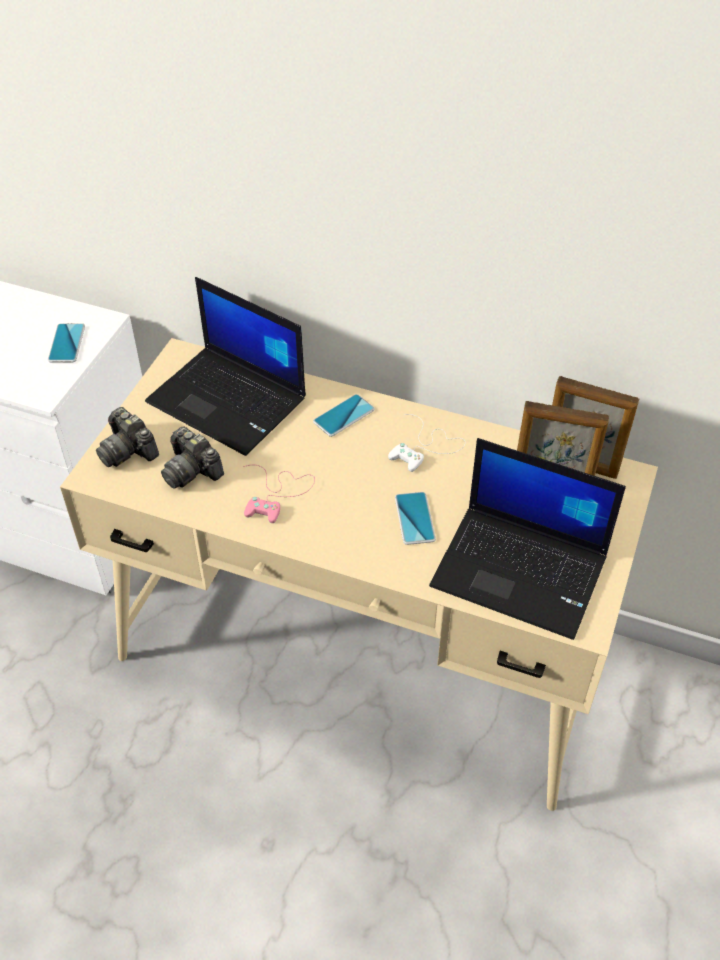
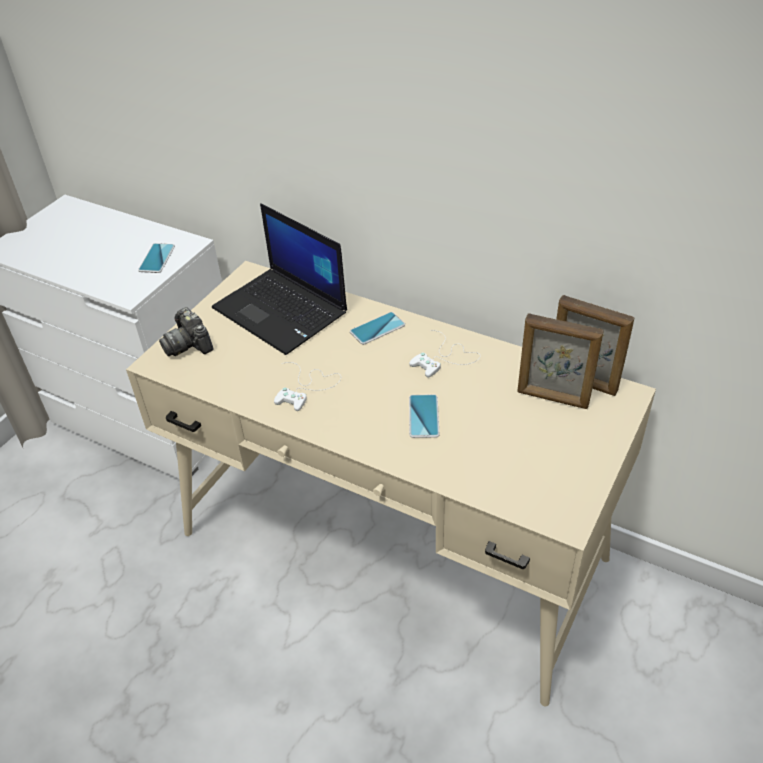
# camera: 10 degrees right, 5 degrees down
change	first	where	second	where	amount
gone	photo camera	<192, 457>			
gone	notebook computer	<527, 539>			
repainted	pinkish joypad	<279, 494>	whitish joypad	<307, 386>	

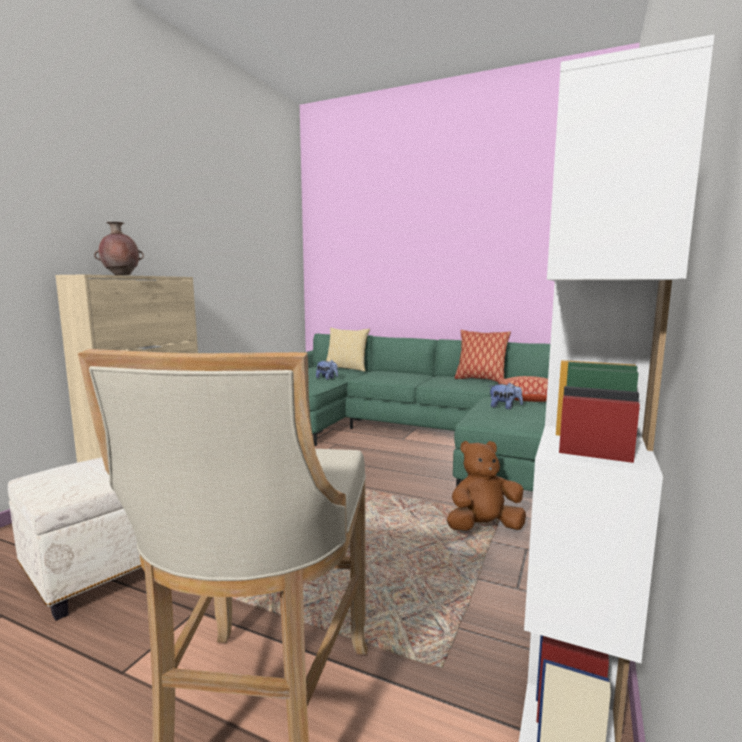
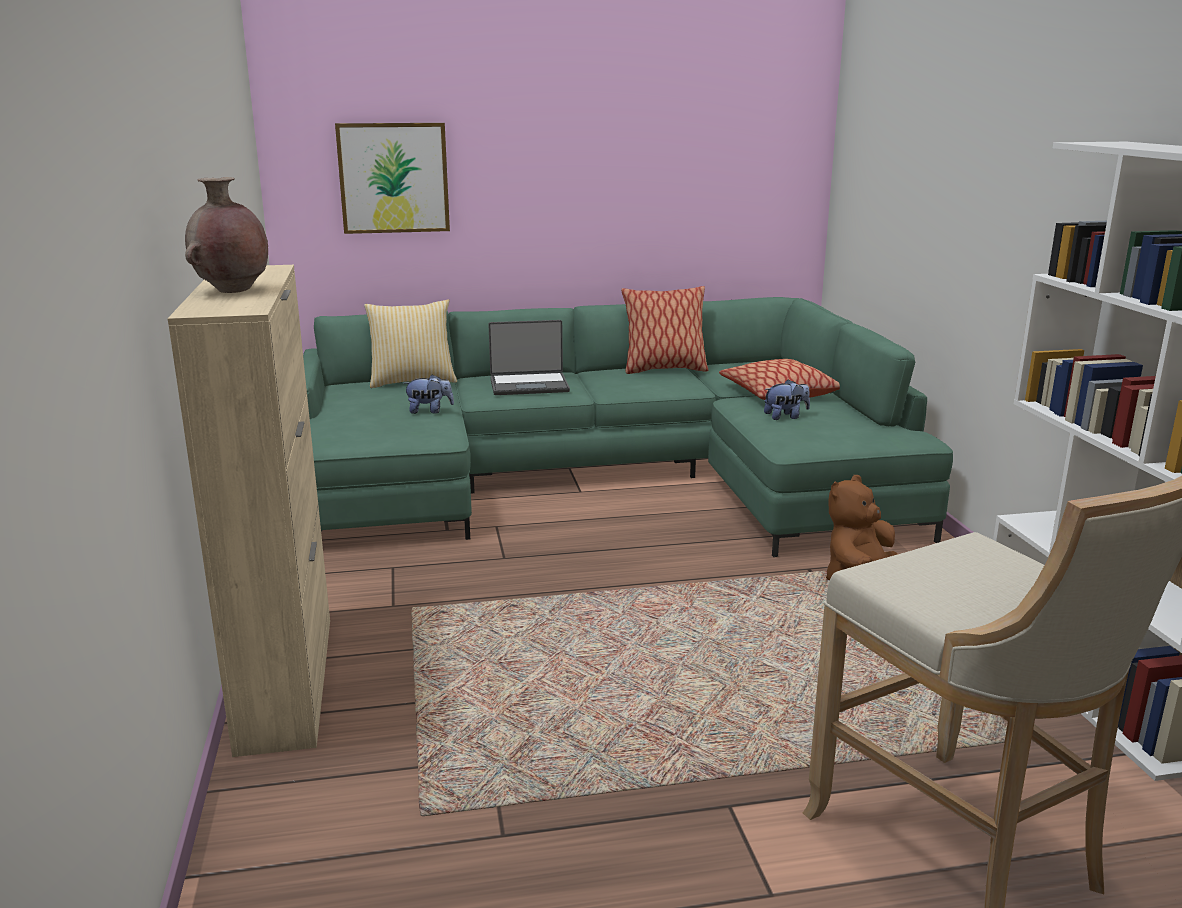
# camera: 35 degrees left, 10 degrees up
change	first	where	second	where	amount
gone	whitish pouffe	<75, 539>			
new			wall art	<392, 178>	
new			notebook computer	<529, 357>	

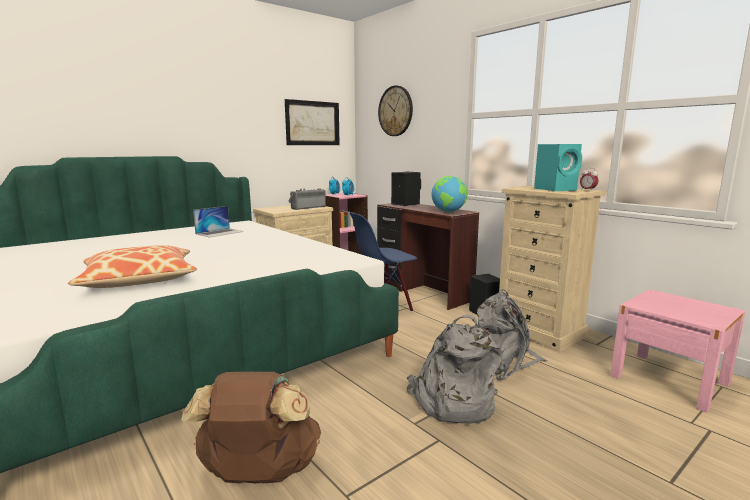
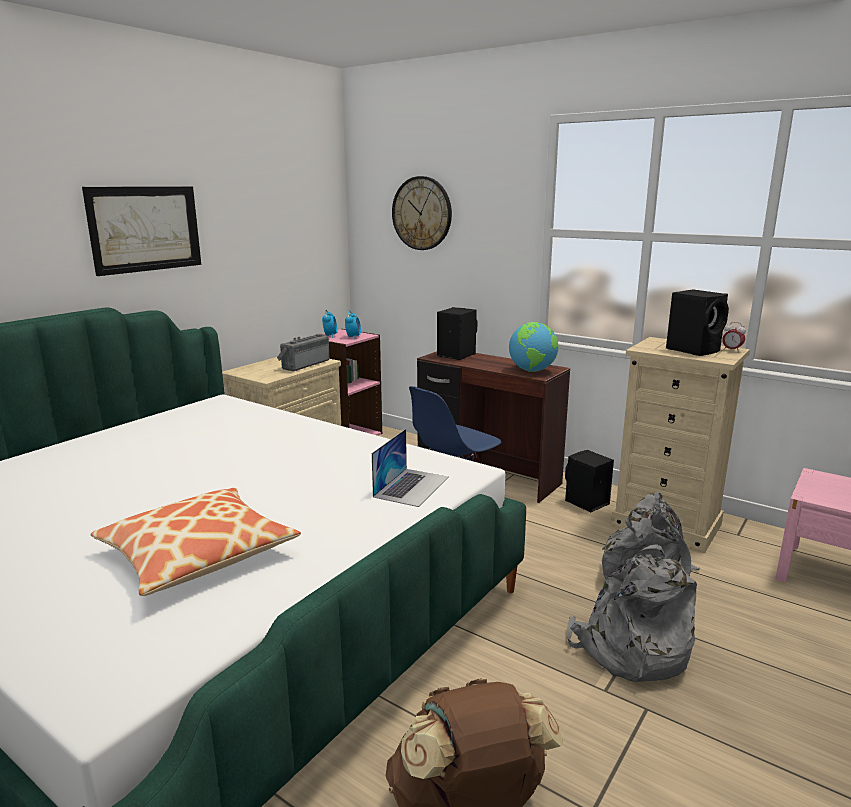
# camera: 15 degrees left, 5 degrees up
change	first	where	second	where	amount
shifted	wall art	<312, 122>		<141, 231>	
repainted	turquoise-coloured audio speaker	<558, 167>	blackish audio speaker	<697, 322>	
shifted	notebook computer	<218, 222>		<410, 468>	

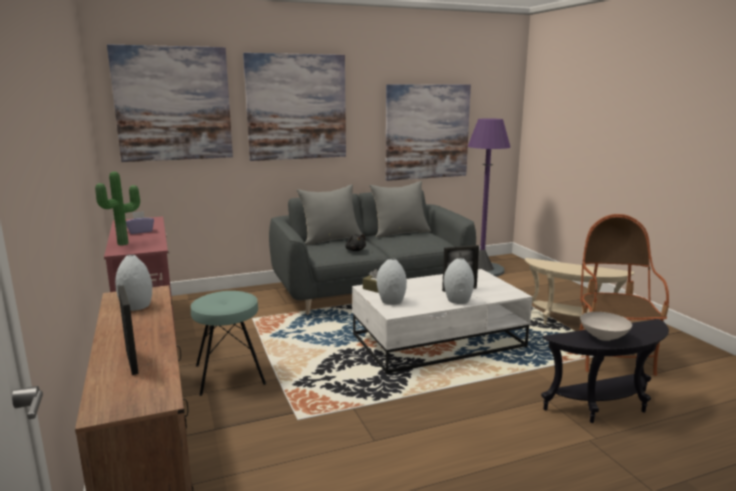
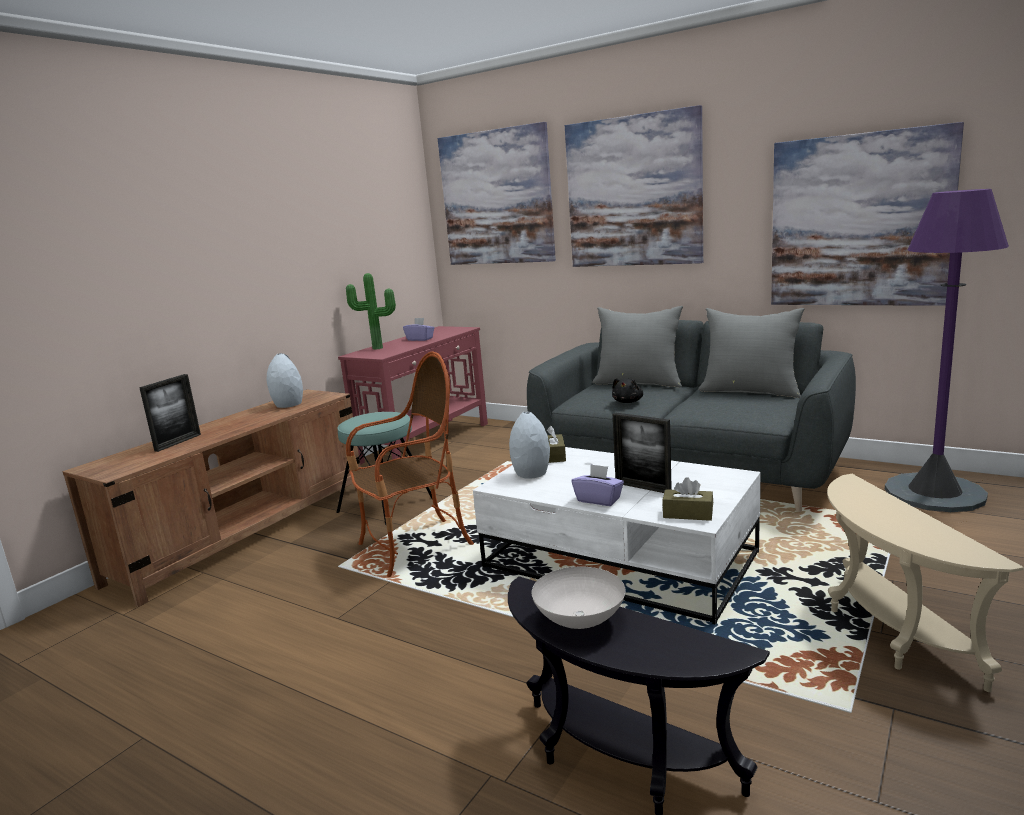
# camera: 55 degrees right, 0 degrees up
change	first	where	second	where	amount
shifted	lounge chair	<624, 295>		<410, 464>	
swapped	gray vase	<459, 281>	purplish box of tissues	<598, 485>	
new			brown-coloured box of tissues	<687, 499>	

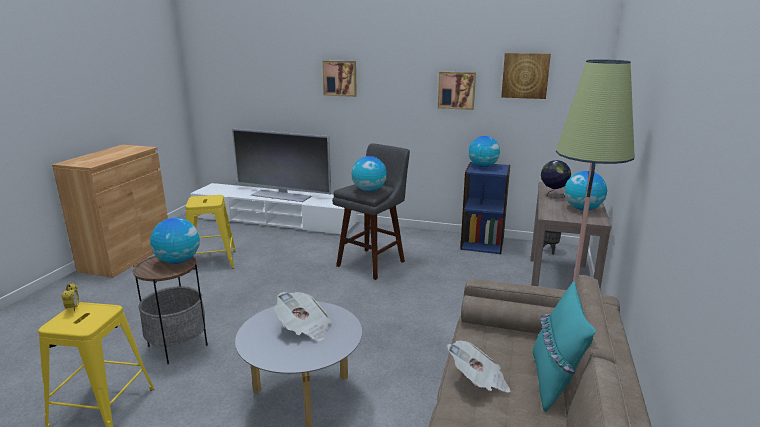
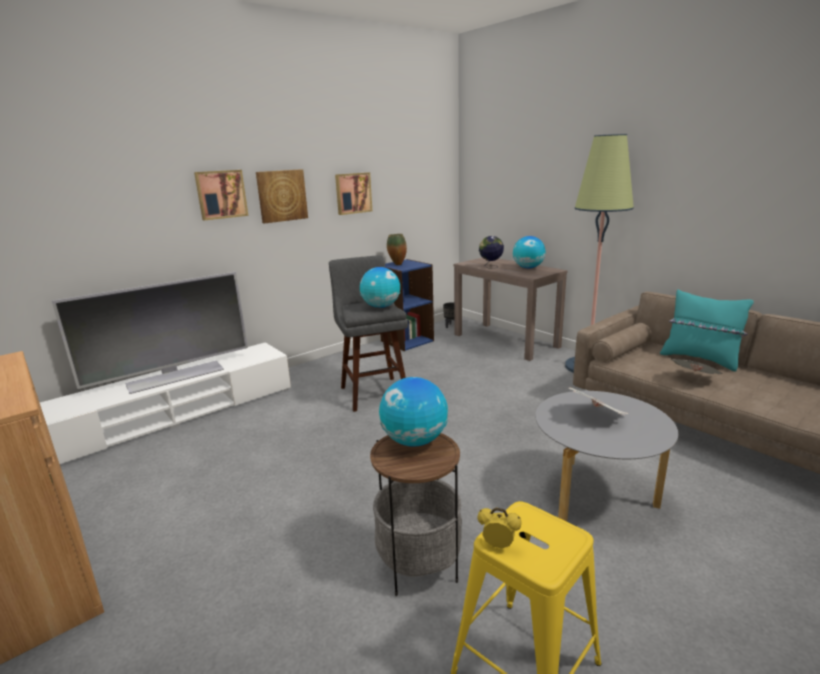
# camera: 55 degrees left, 0 degrees up
change	first	where	second	where	amount
shifted	wall art	<526, 76>		<282, 196>	
swapped	globe	<484, 151>	vase	<397, 249>	
gone	yellowish stool	<211, 234>			

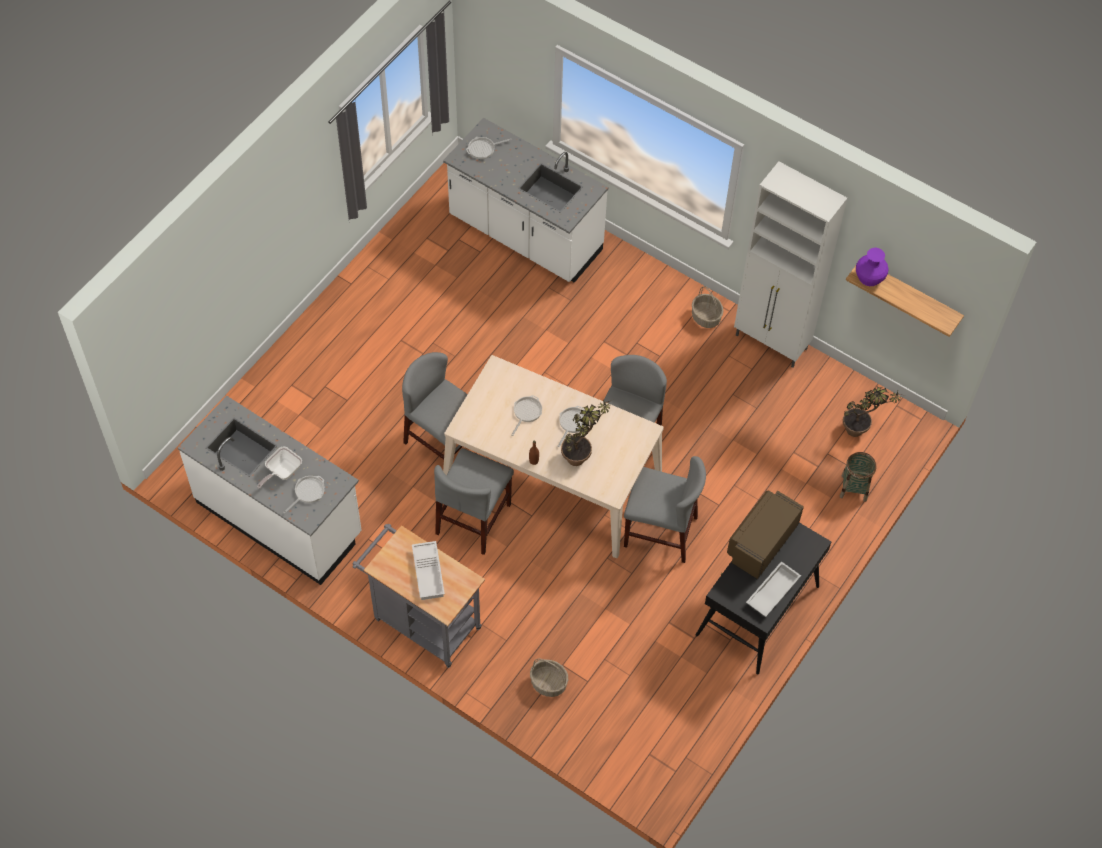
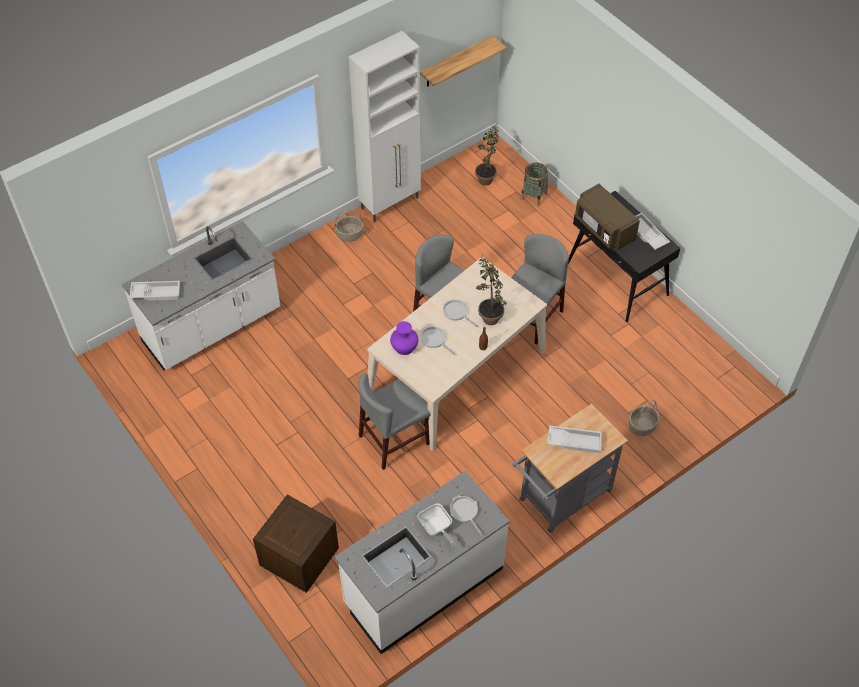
# camera: 70 degrees left, 5 degrees down
change	first	where	second	where	amount
swapped	skillet	<489, 148>	whitish serving tray	<154, 291>	
shifted	purplish vase	<872, 267>		<404, 338>	
gone	gray upright chair	<474, 501>			
new			crate	<296, 544>	

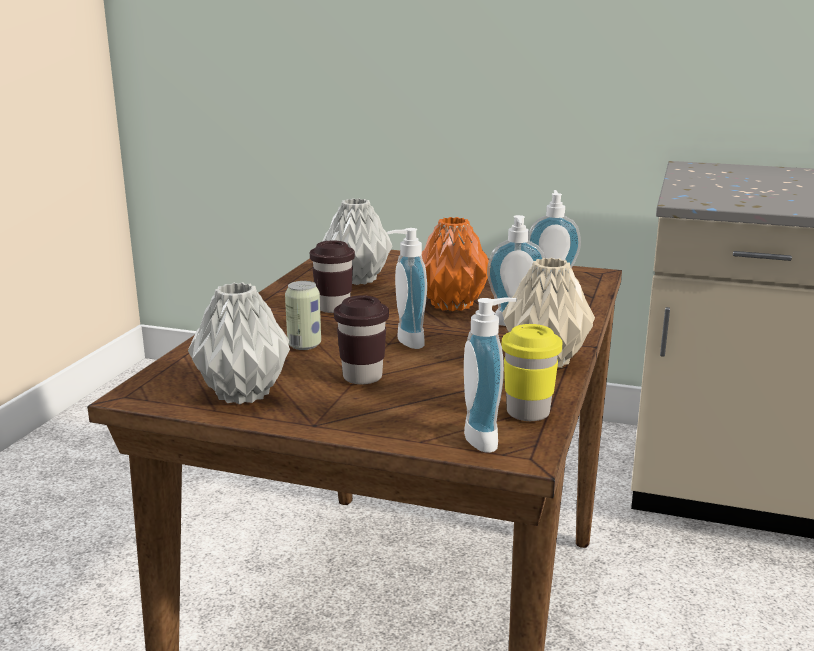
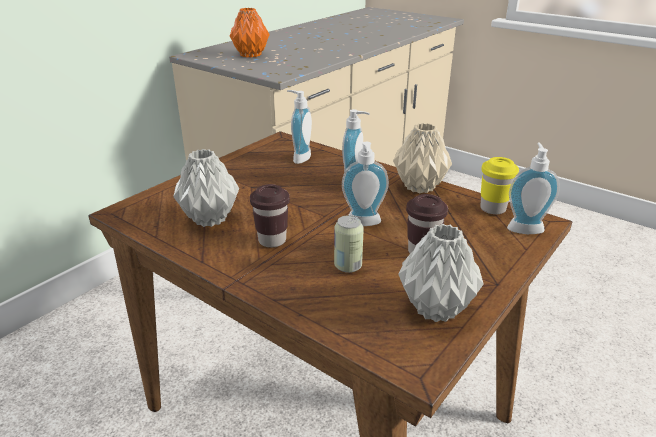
# camera: 70 degrees left, 10 degrees up
change	first	where	second	where	amount
shifted	orange-coloured vase	<455, 264>		<250, 33>	

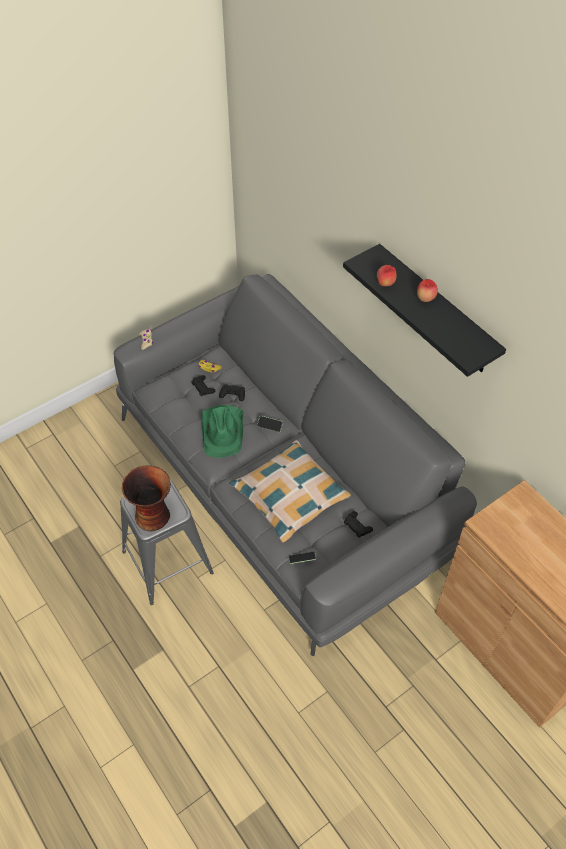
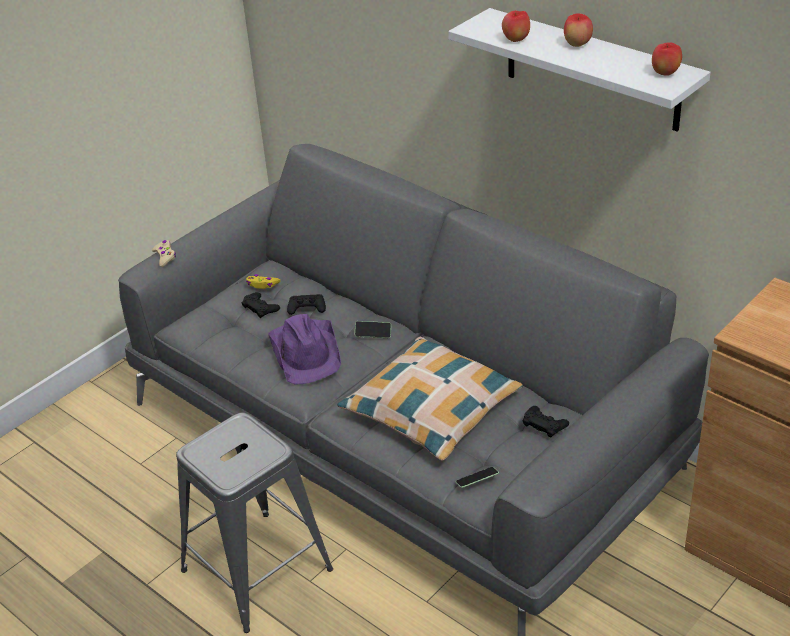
# camera: 10 degrees left, 15 degrees down
change	first	where	second	where	amount
repainted	blackish bracket shelf	<424, 310>	whitish bracket shelf	<579, 70>	
repainted	greenish wearable hat	<222, 431>	purplish wearable hat	<304, 349>	
gone	vase	<146, 498>			
new			apple fruit	<667, 58>	

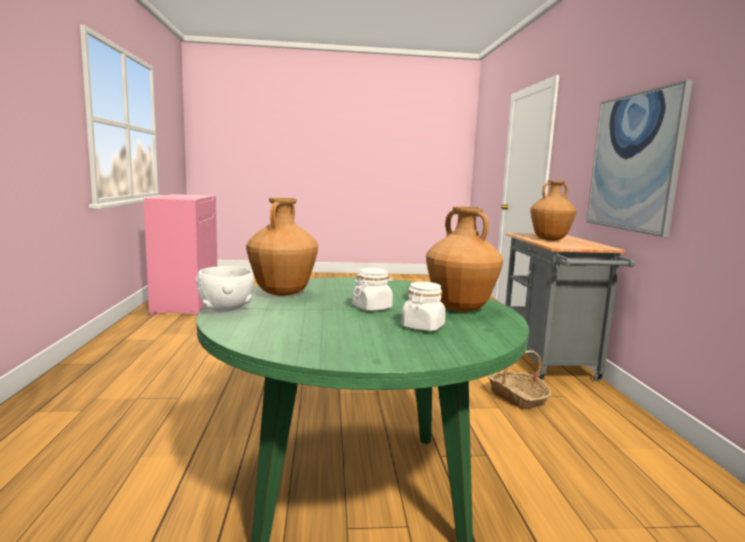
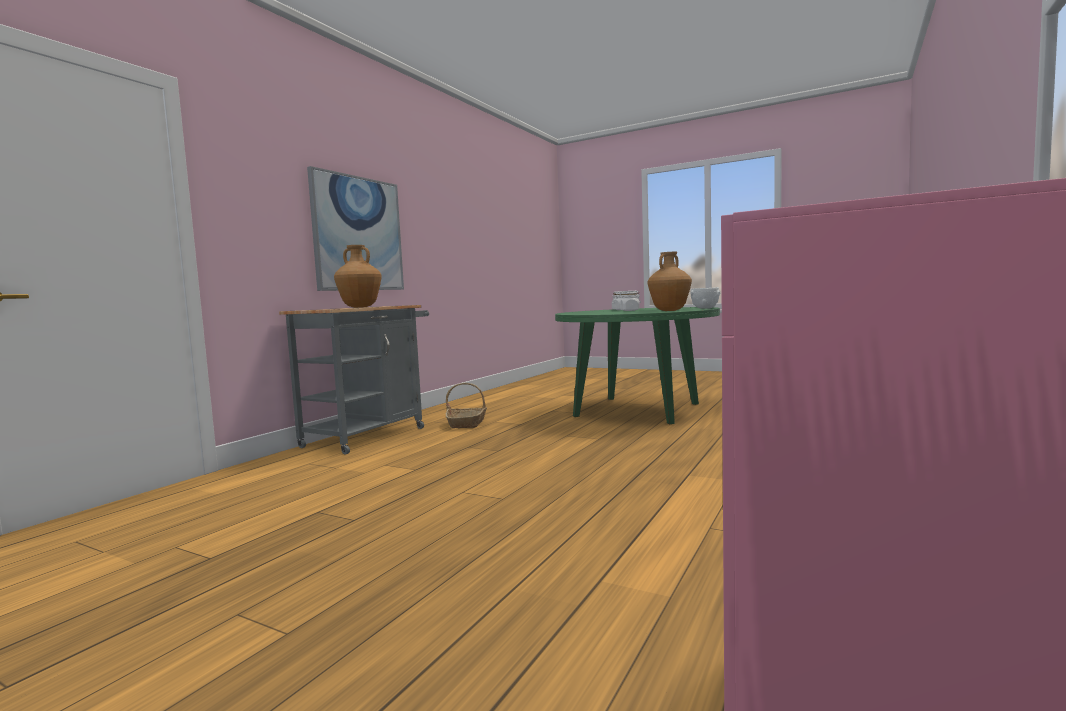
# camera: 145 degrees left, 5 degrees down
change	first	where	second	where	amount
gone	brown-coloured vase	<464, 259>			

